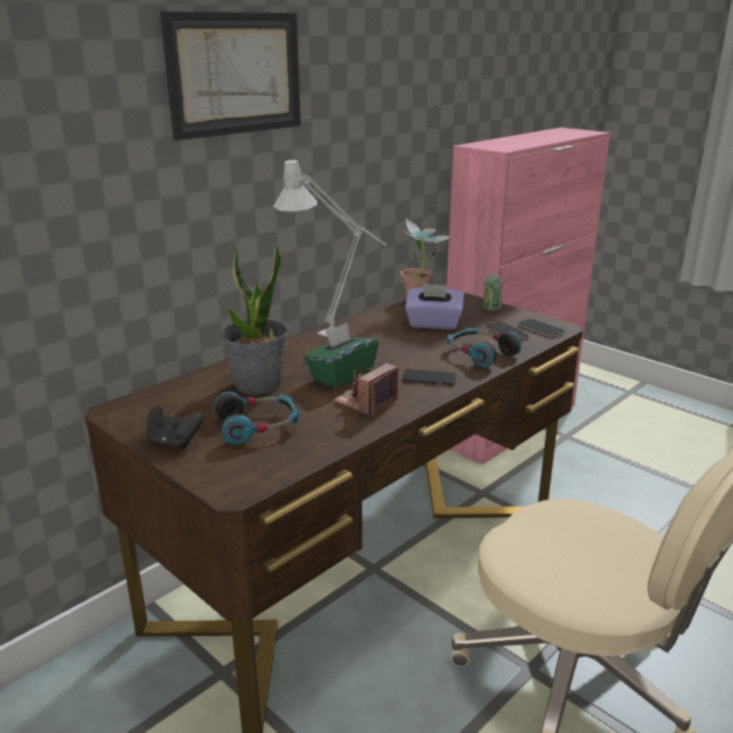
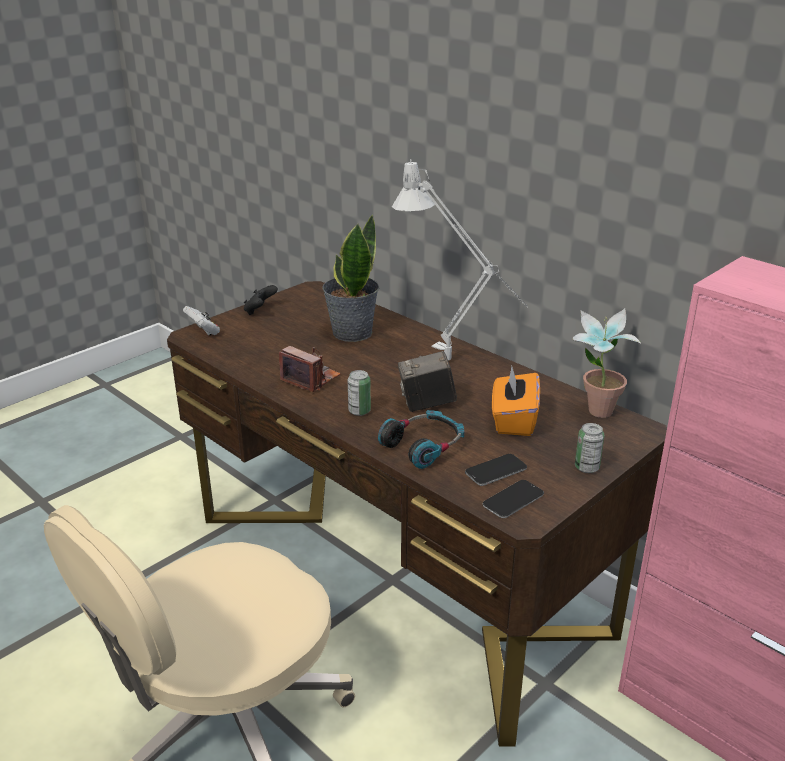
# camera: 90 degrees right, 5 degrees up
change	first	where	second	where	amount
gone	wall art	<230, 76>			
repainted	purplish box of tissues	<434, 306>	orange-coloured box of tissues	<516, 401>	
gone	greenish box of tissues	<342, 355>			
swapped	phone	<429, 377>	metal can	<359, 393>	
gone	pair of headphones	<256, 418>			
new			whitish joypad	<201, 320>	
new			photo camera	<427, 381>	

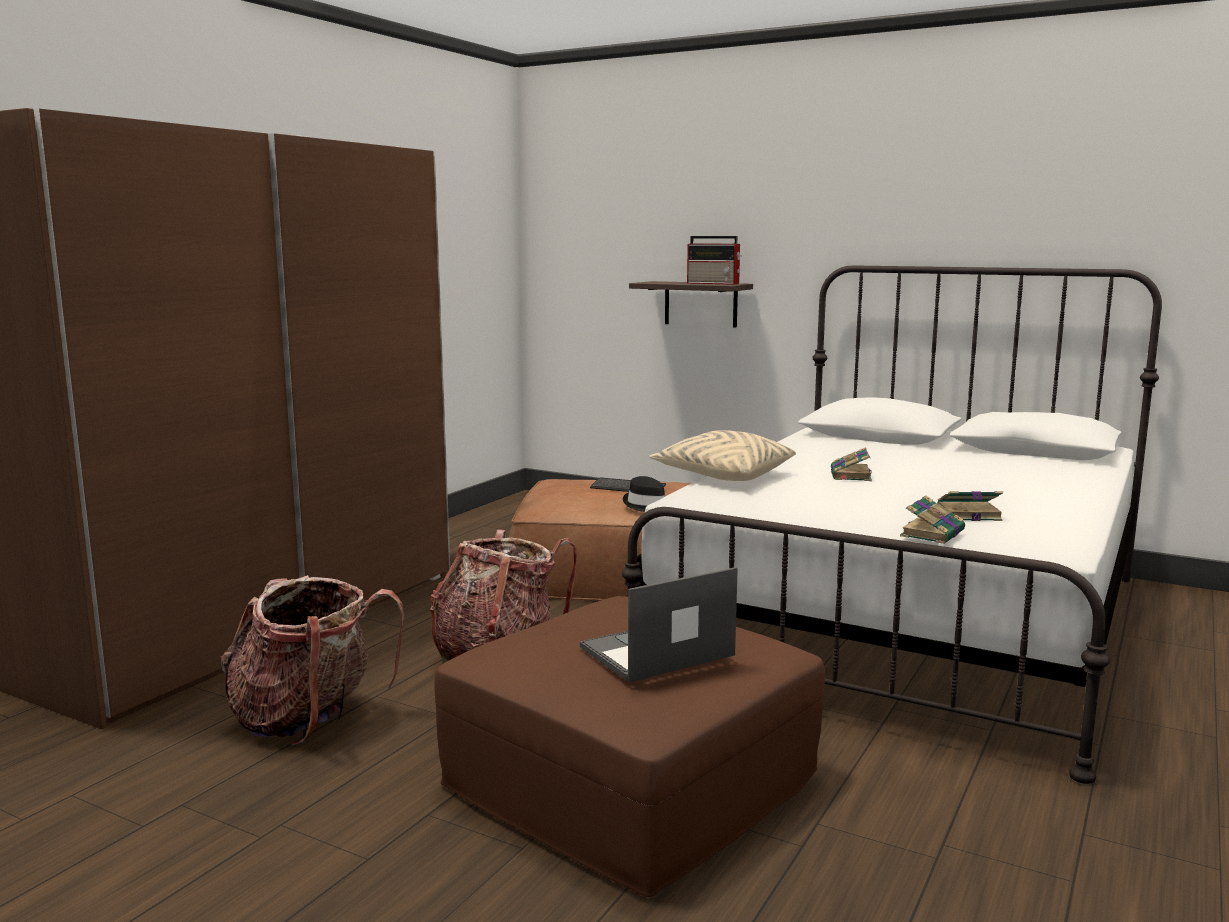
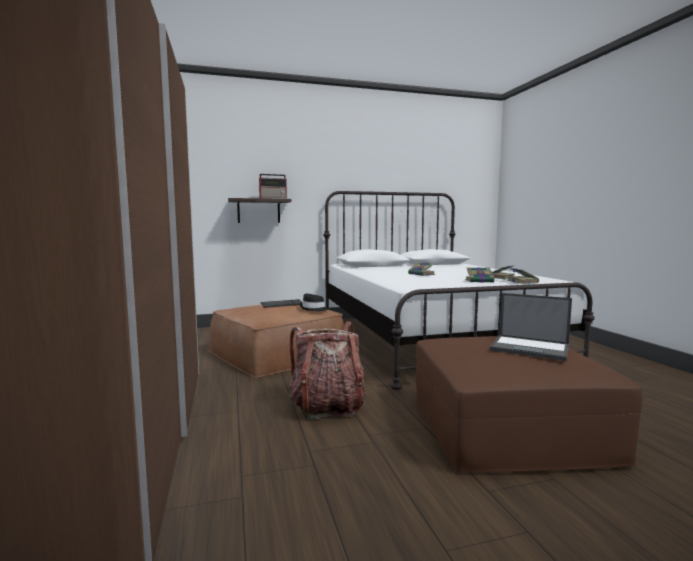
# camera: 45 degrees left, 5 degrees down
change	first	where	second	where	amount
gone	beige-coloured cushion	<722, 455>			
rotated	notebook computer	<659, 624>		<531, 327>	75 degrees counterclockwise
gone	rucksack	<312, 660>			
new			volume	<481, 274>	

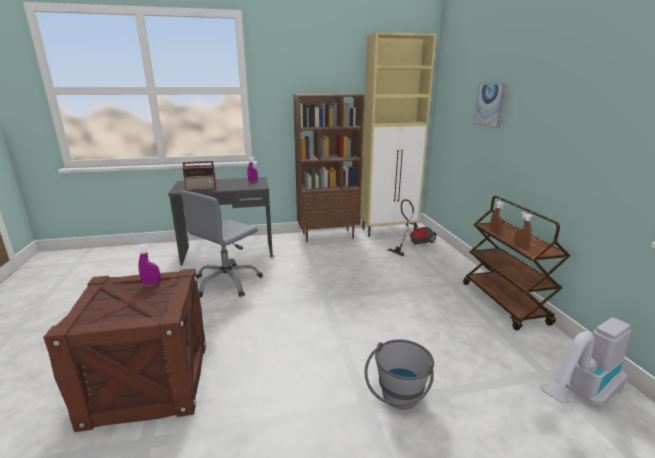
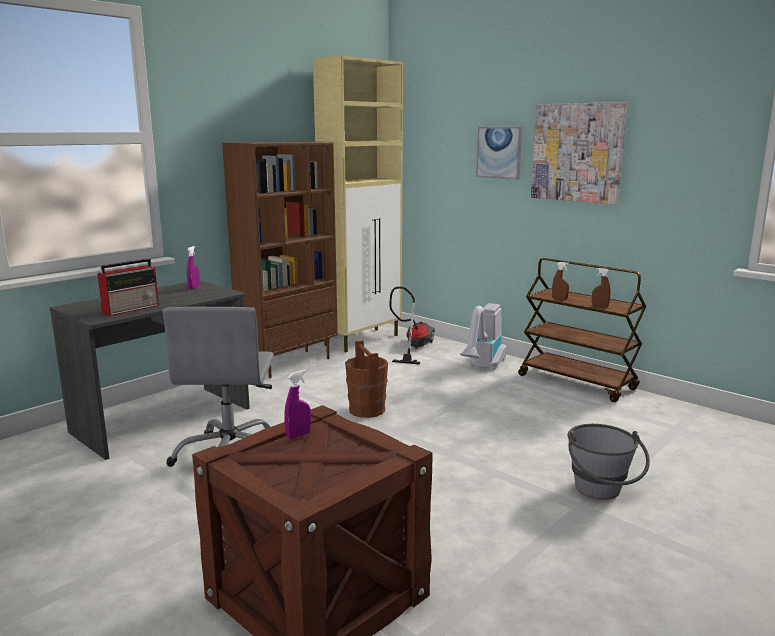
# camera: 35 degrees left, 5 degrees down
change	first	where	second	where	amount
shifted	vacuum	<585, 362>		<483, 336>	
new			wall art	<579, 153>	
new			brown-coloured pail	<366, 379>	

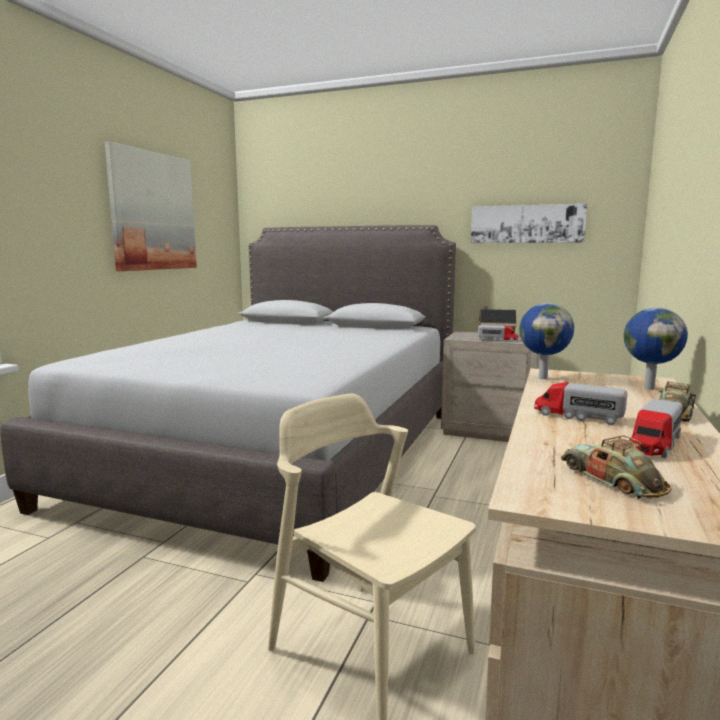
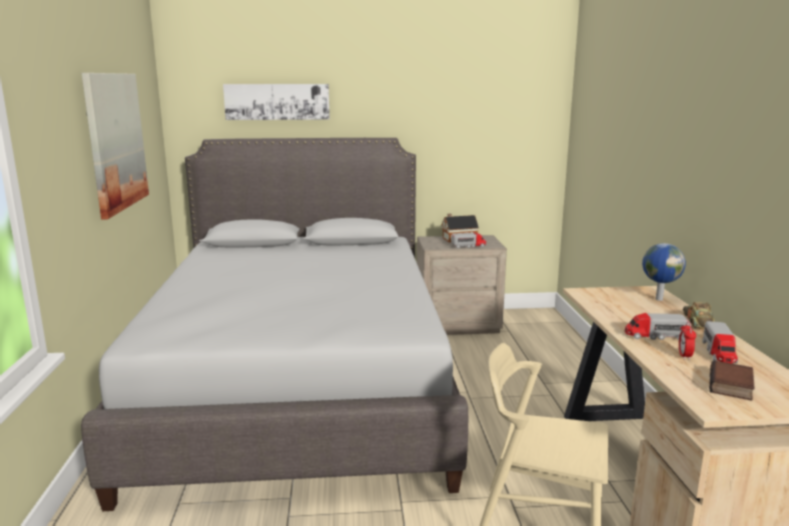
# camera: 25 degrees left, 5 degrees up
change	first	where	second	where	amount
shifted	wall art	<529, 223>		<276, 102>	
gone	globe	<546, 341>			
swapped	model car	<616, 467>	volume	<732, 380>	
new			alarm clock	<687, 340>	

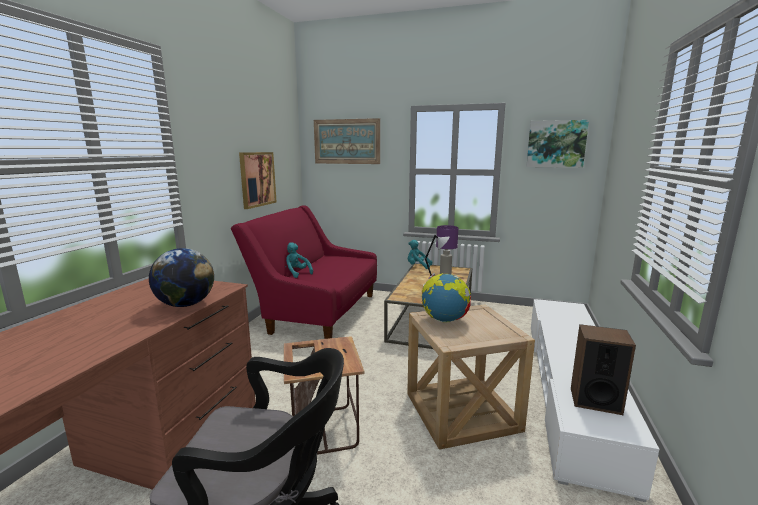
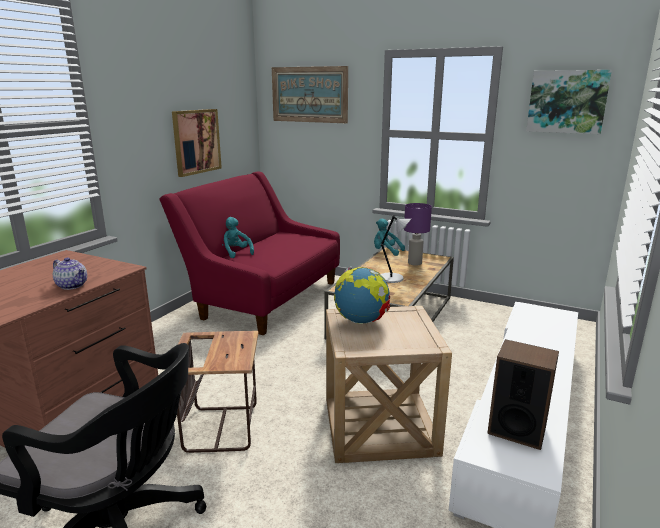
# camera: 10 degrees right, 5 degrees up
change	first	where	second	where	amount
swapped	globe	<181, 277>	tea pot	<70, 273>	

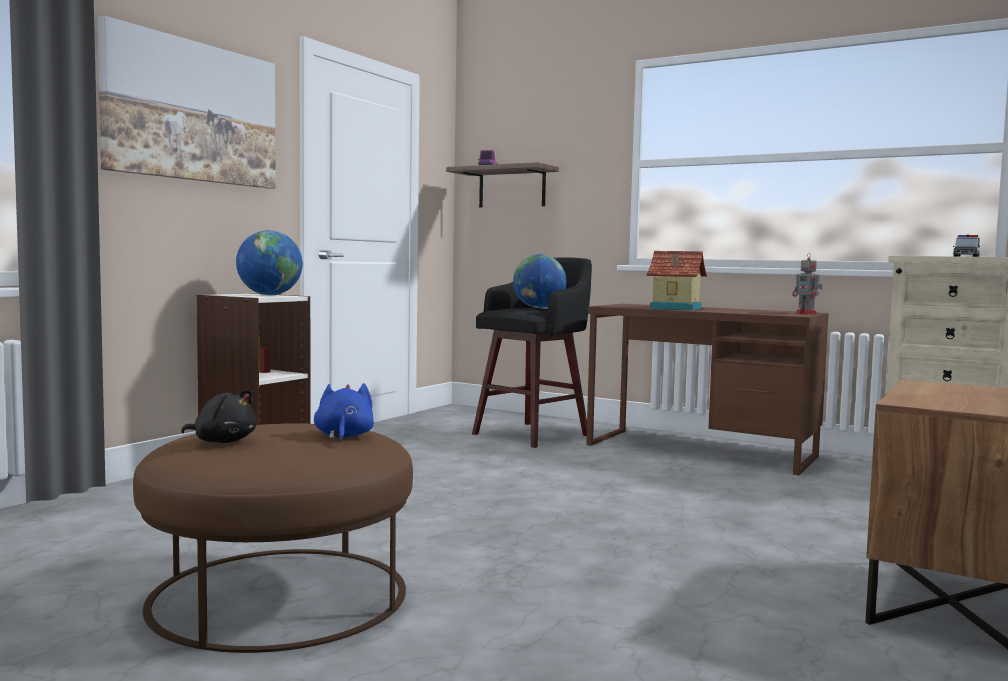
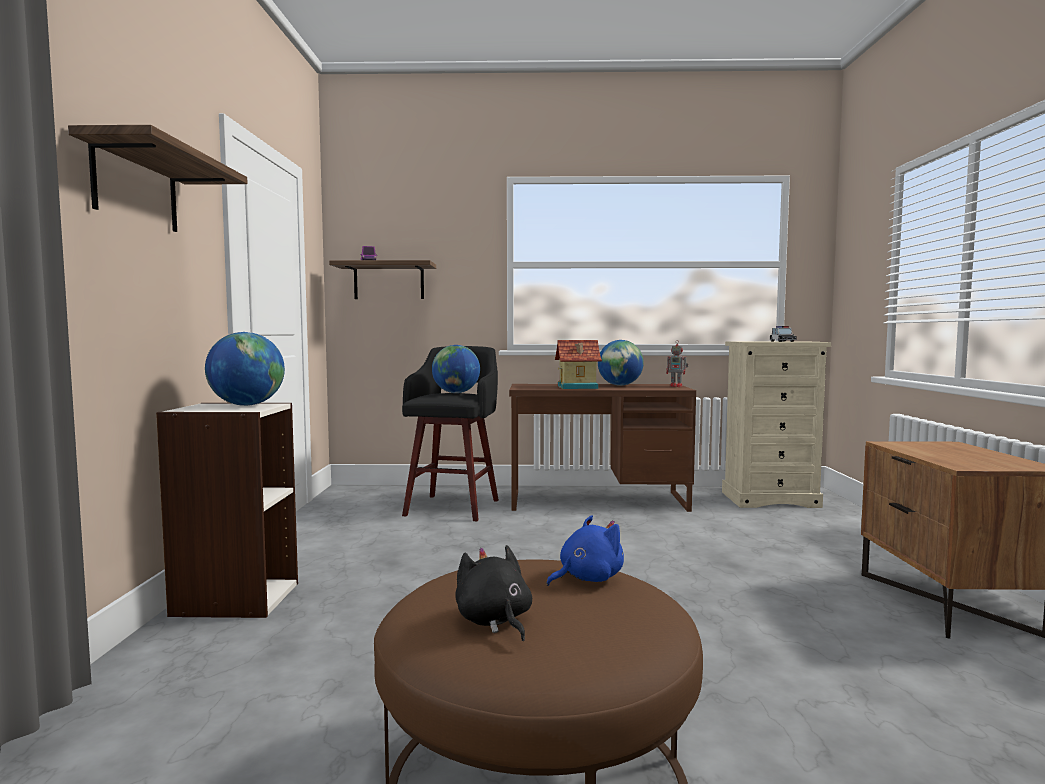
# camera: 30 degrees left, 0 degrees up
change	first	where	second	where	amount
swapped	wall art	<186, 102>	bracket shelf	<158, 178>	
rotated	bluish plush toy	<344, 412>		<585, 550>	90 degrees clockwise
rotated	blackish plush toy	<219, 416>		<493, 593>	105 degrees counterclockwise
new			globe	<621, 363>	

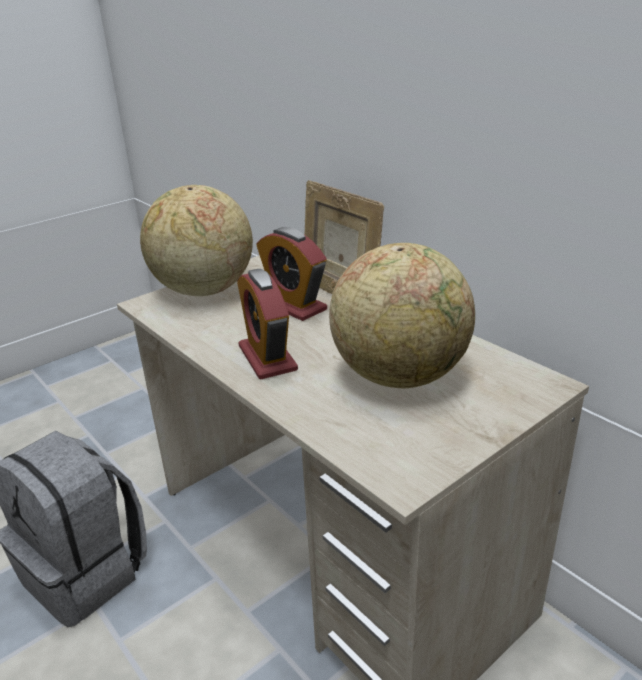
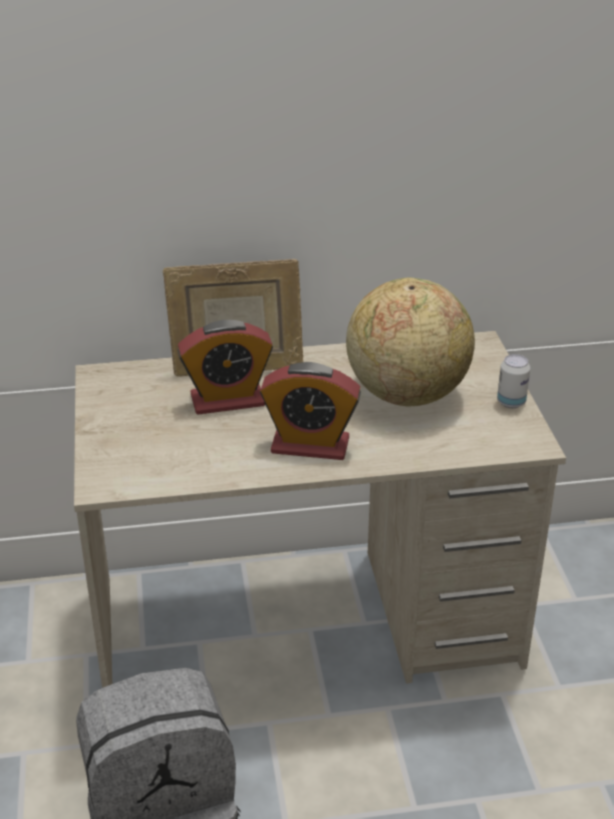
# camera: 60 degrees left, 5 degrees up
change	first	where	second	where	amount
gone	globe	<196, 240>			
new			metal can	<513, 381>	

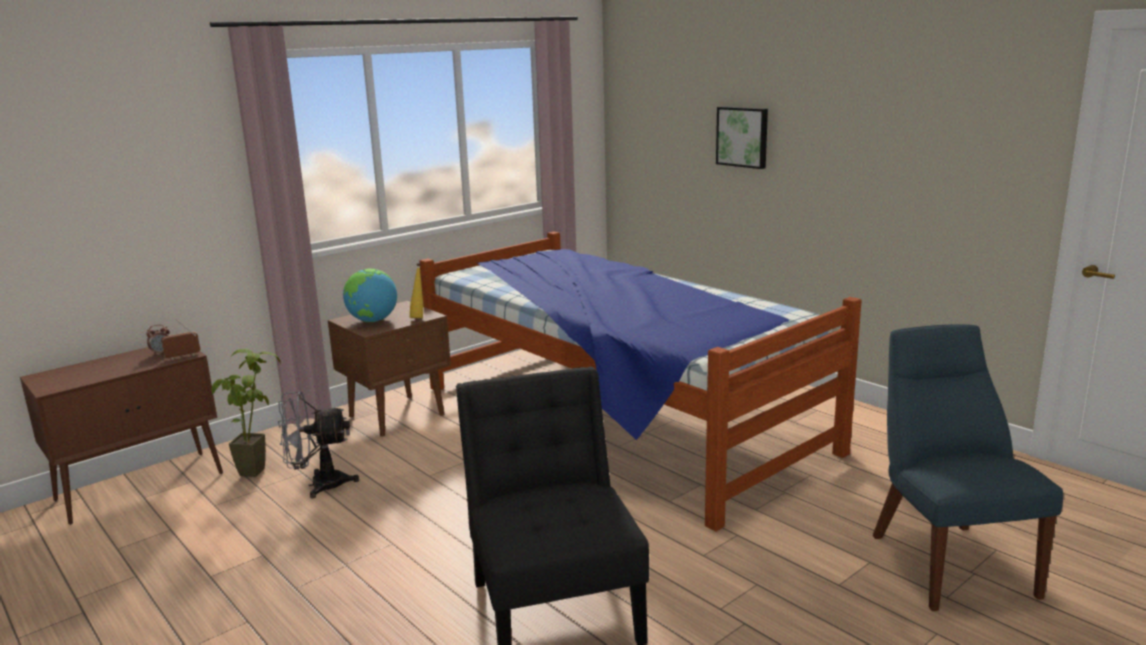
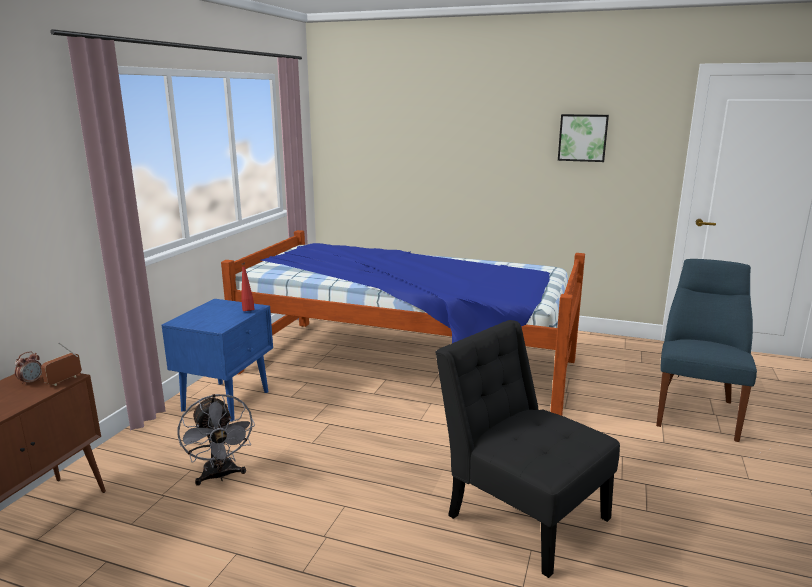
# camera: 30 degrees left, 0 degrees up
change	first	where	second	where	amount
shifted	wall art	<742, 138>		<583, 138>	
repainted	yellowish bottle	<416, 291>	red bottle	<248, 287>	
gone	globe	<370, 295>			
repainted	brown-coloured nightstand	<389, 369>	bluish nightstand	<217, 360>	
rotated	bluish upright chair	<968, 467>		<706, 350>	60 degrees clockwise
gone	plant in a pot	<246, 413>			
rotated	gray cooling fan	<318, 444>		<216, 439>	75 degrees counterclockwise

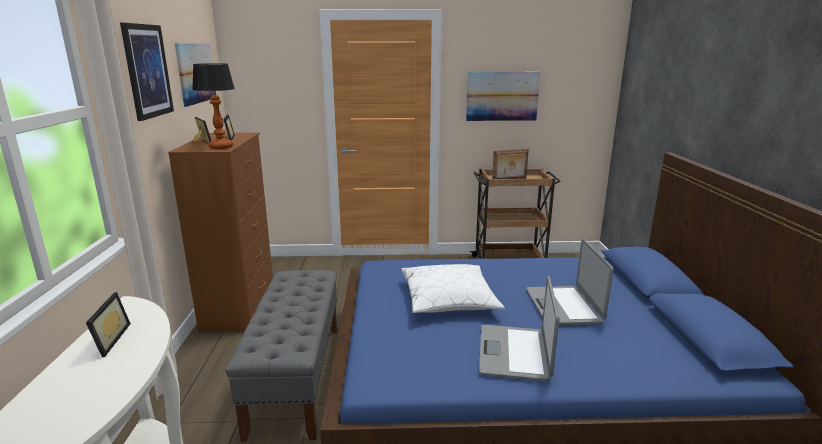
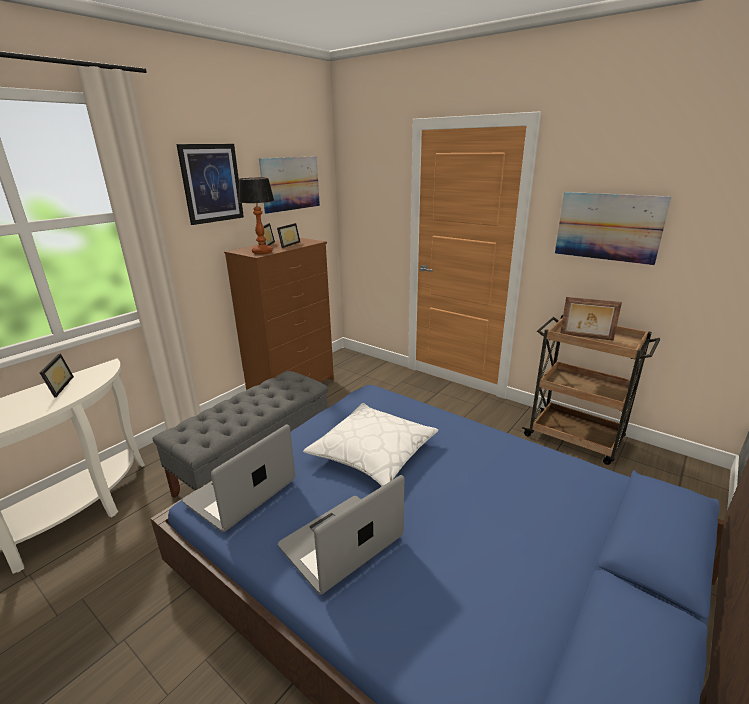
# camera: 40 degrees right, 5 degrees up
change	first	where	second	where	amount
shifted	notebook computer	<569, 282>		<239, 478>	
rotated	photo frame	<108, 324>		<57, 376>	45 degrees counterclockwise

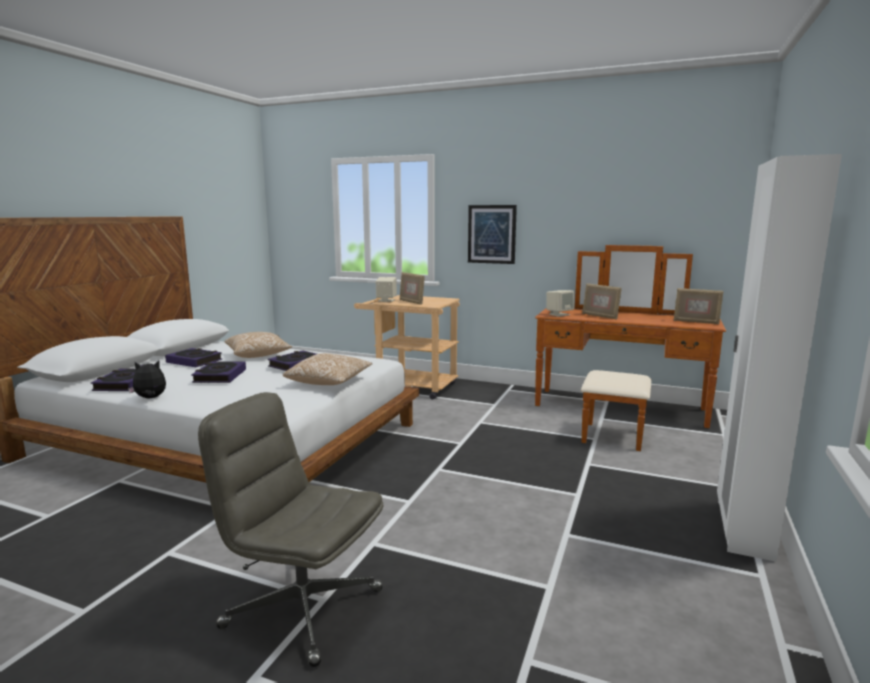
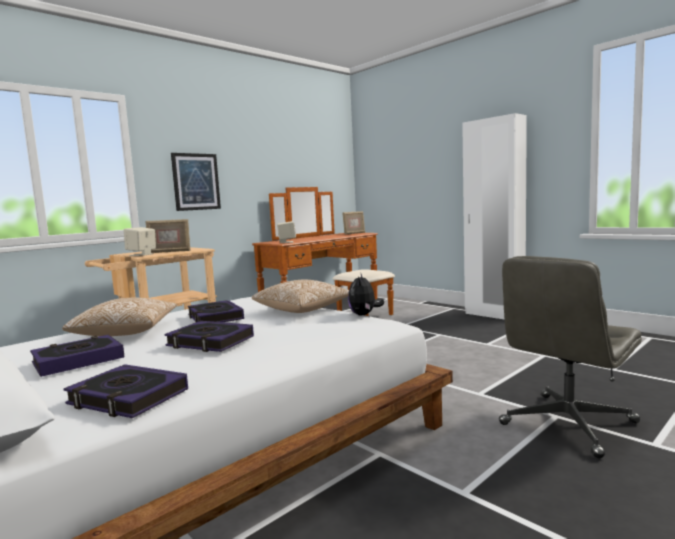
# camera: 65 degrees left, 5 degrees down
change	first	where	second	where	amount
gone	photo frame	<602, 301>			
shifted	plush toy	<147, 379>		<366, 294>	

